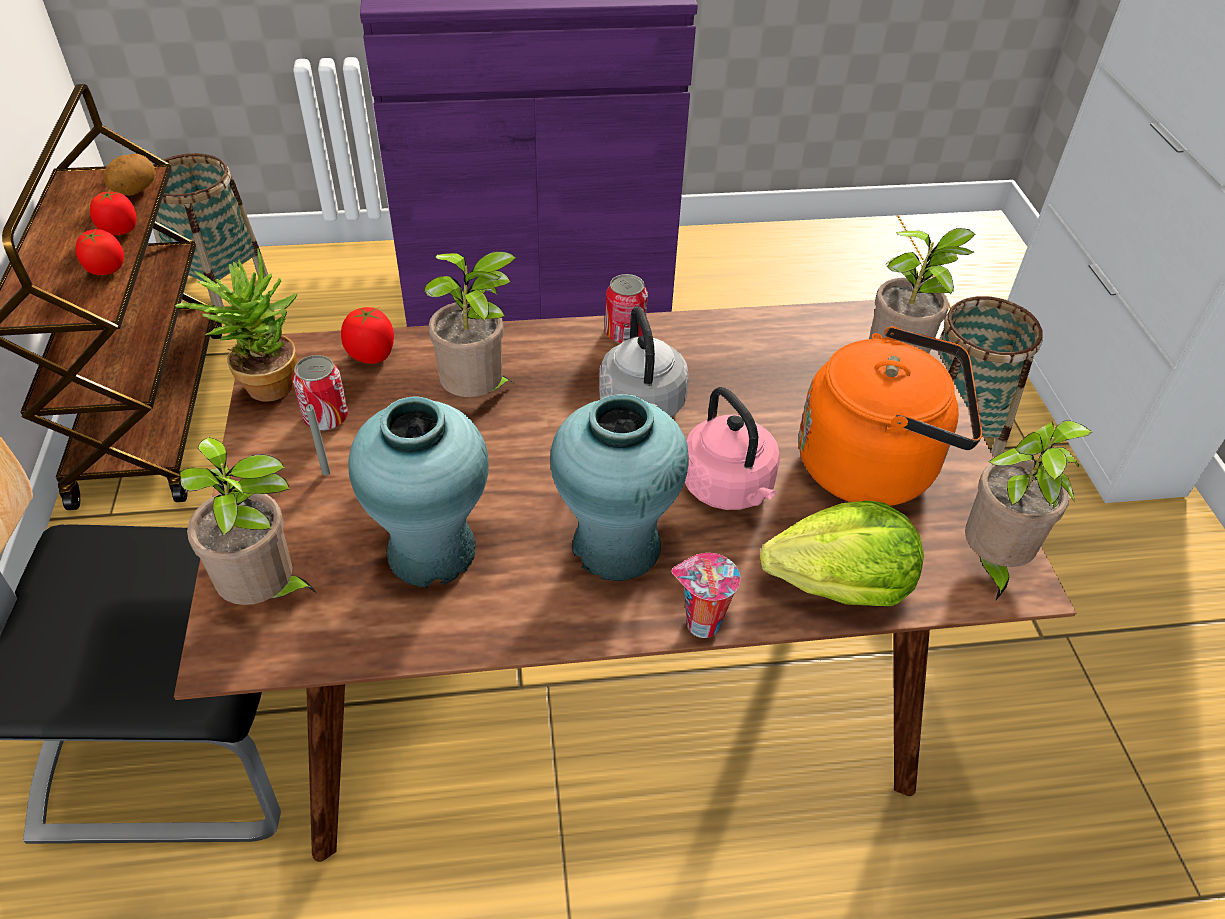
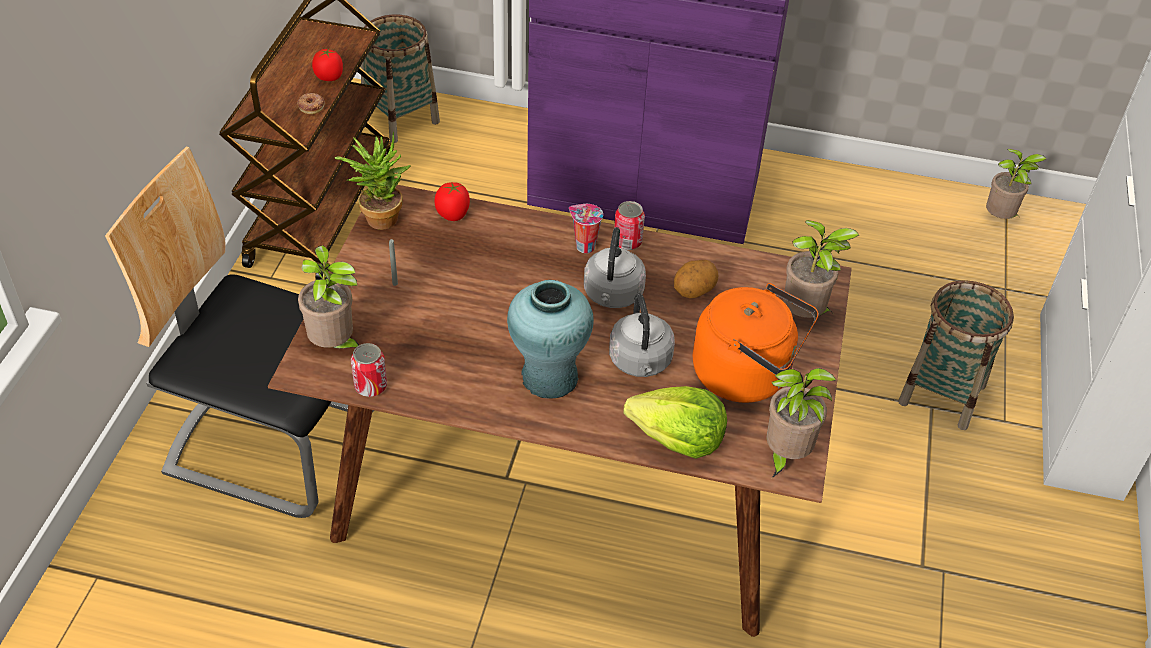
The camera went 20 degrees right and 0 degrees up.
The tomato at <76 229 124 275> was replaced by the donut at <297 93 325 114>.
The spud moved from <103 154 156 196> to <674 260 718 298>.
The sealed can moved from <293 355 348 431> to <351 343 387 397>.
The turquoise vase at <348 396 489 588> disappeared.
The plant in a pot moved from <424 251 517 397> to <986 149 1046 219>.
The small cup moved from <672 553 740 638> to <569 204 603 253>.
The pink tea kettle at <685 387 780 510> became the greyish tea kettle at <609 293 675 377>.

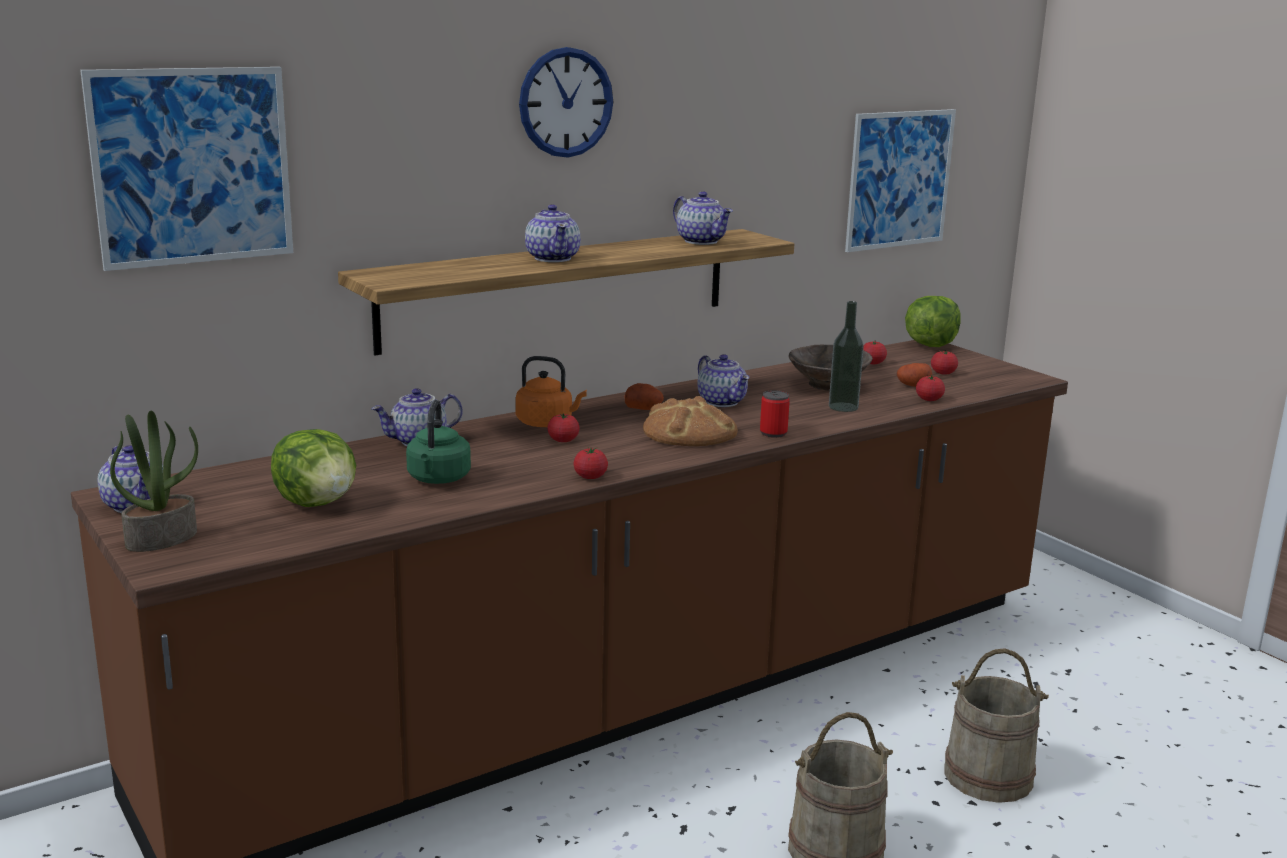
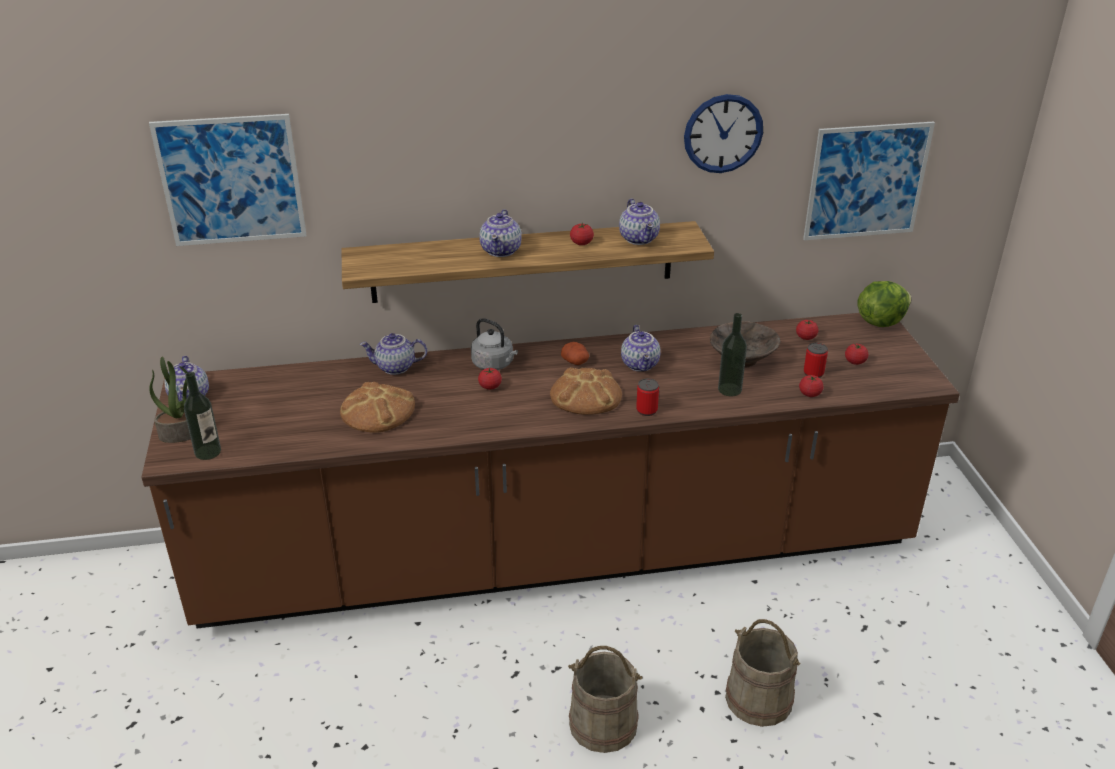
The camera went 25 degrees right and 15 degrees up.
The lettuce head at <271 429 356 507> disappeared.
The green tea kettle at <406 400 471 484> was replaced by the baked bread at <340 382 415 433>.
The orangey tea kettle at <515 356 587 427> became the greyish tea kettle at <471 318 518 370>.
The clock on the wall moved from <519 47 613 158> to <684 94 763 173>.
The tomato moved from <573 447 608 479> to <570 223 594 245>.
The spud at <897 363 933 387> was replaced by the sealed can at <804 343 828 378>.
The drink bottle at <184 372 221 460> appeared.

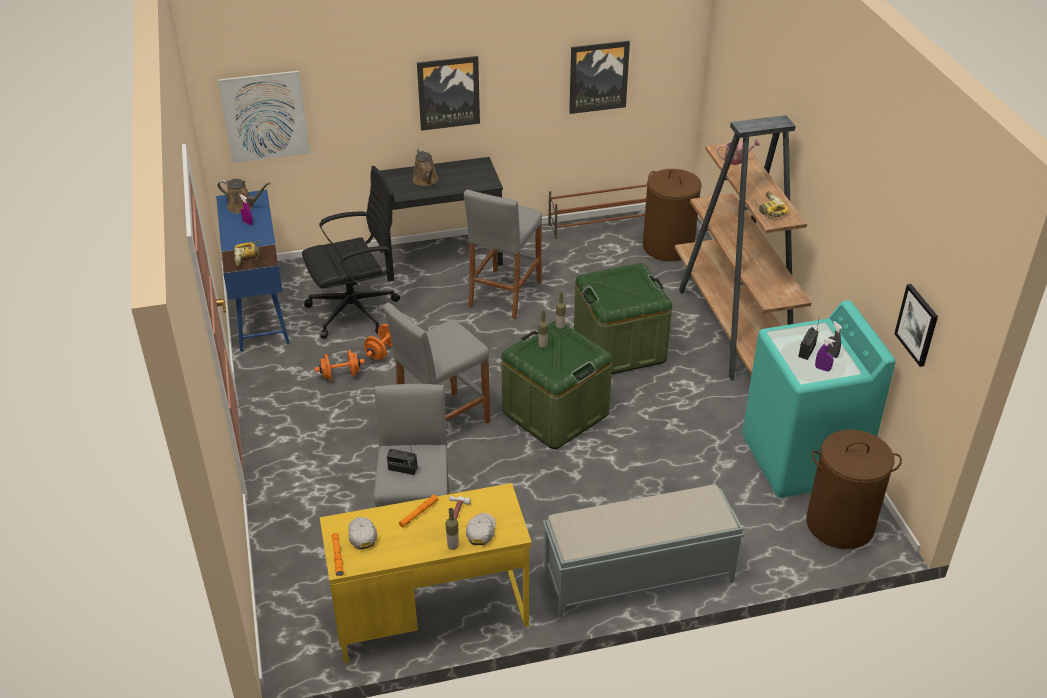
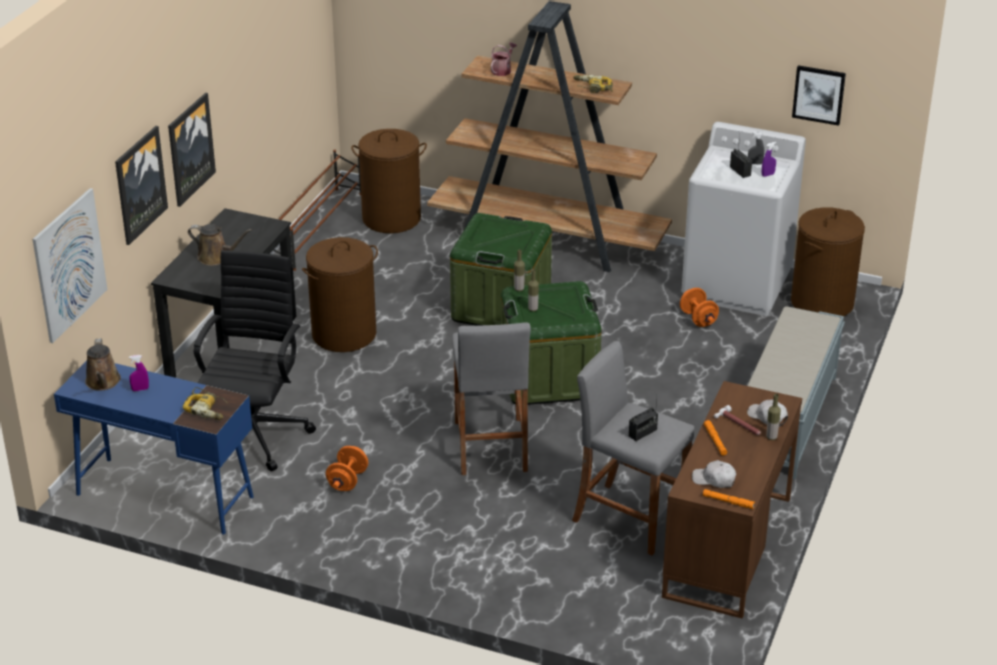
The camera went 55 degrees left and 5 degrees down.
The brown watering pot at <217 179 271 214> turned 120 degrees clockwise.
The yellow-coloured desk table at <320 483 532 663> became the brown desk table at <662 381 802 619>.
The orangey dumbbell moved from <364 324 393 360> to <680 288 719 327>.
The greyish sitting stool at <464 190 542 319> was replaced by the brown washing basket at <302 237 378 352>.
The picture moved from <569 41 630 114> to <115 126 168 245>.
The turquoise washing machine at <743 300 896 498> became the white-coloured washing machine at <682 122 806 316>.

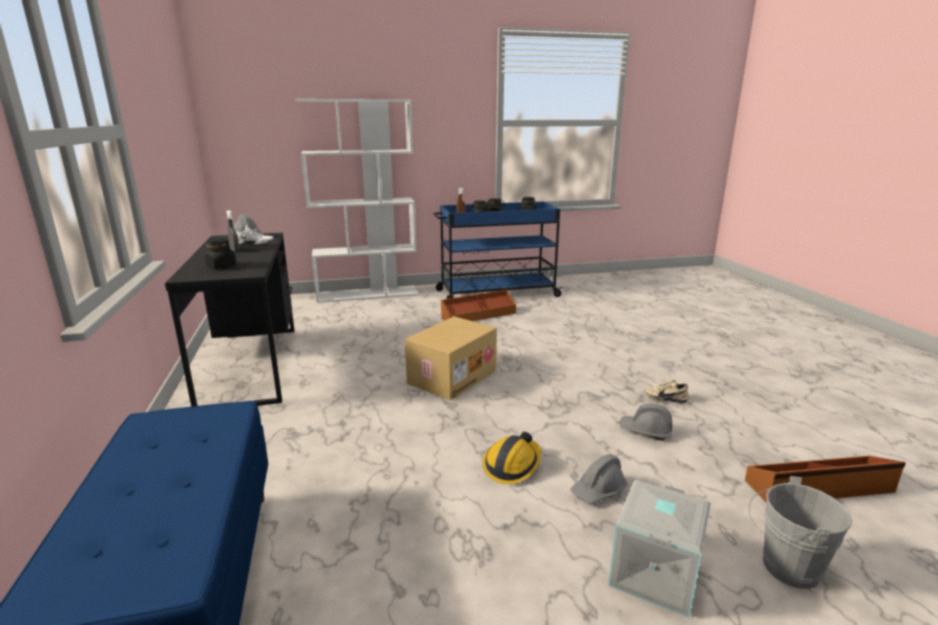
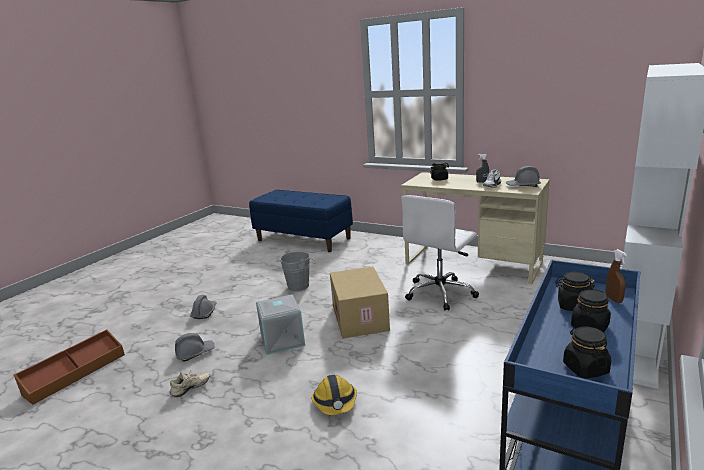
The camera went 135 degrees right and 0 degrees up.
The black-coloured desk table at <165 232 294 407> became the beige desk table at <401 172 550 284>.
The brown storage box at <441 290 516 321> disappeared.
The hard hat moved from <482 432 541 484> to <311 375 357 415>.
The greyish storage box moved from <609 480 711 617> to <256 294 305 355>.
The greyish water bucket moved from <749 476 852 589> to <280 250 313 291>.
The white-coloured office chair at <401 195 479 310> appeared.

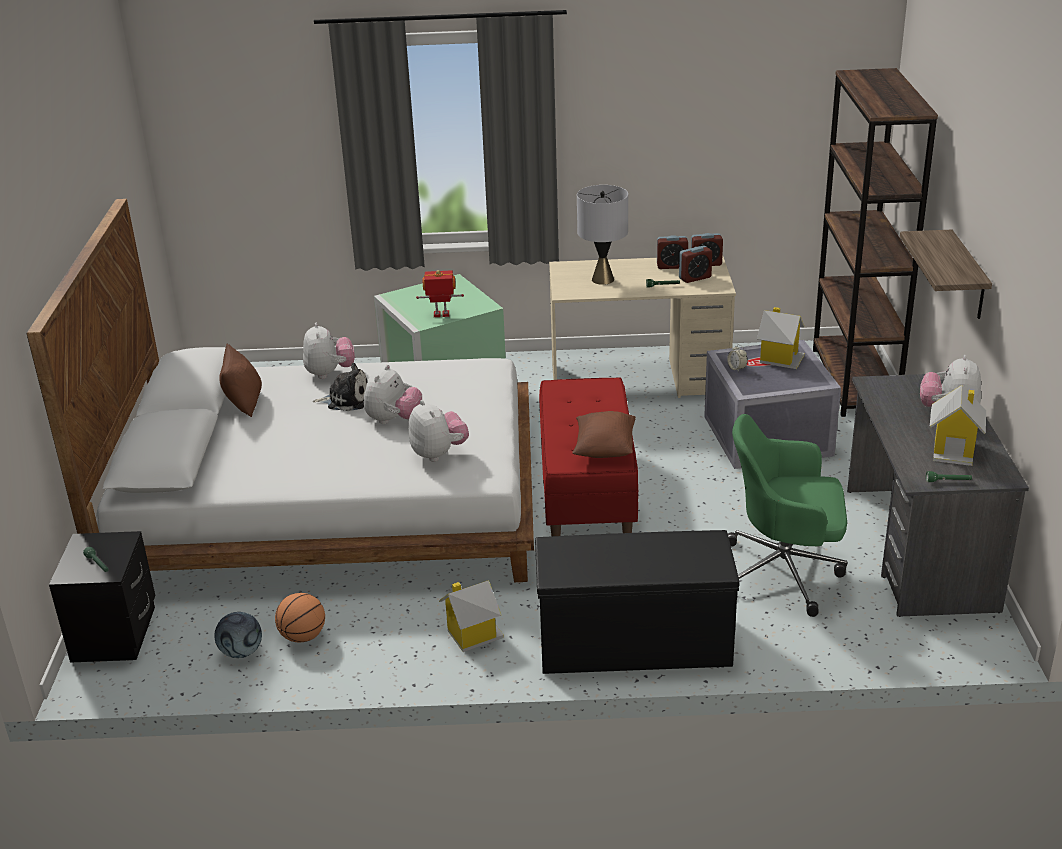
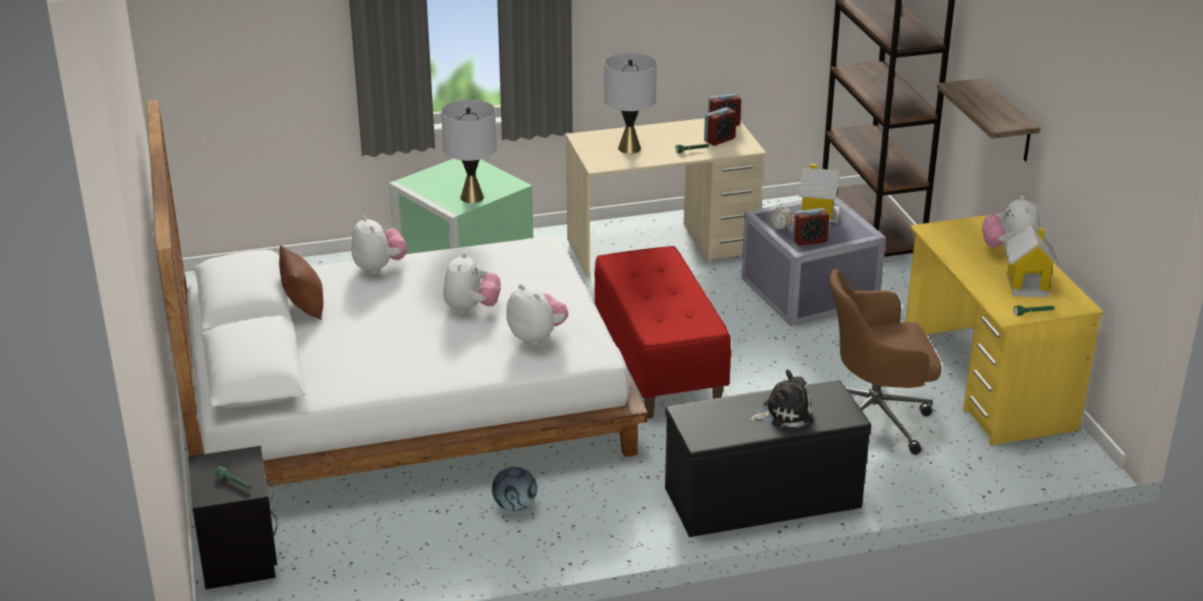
The camera went 15 degrees left and 0 degrees up.
The football ball moved from <214 612 262 658> to <492 467 537 512>.
The basketball ball at <275 593 325 642> disappeared.
The cuddly toy moved from <313 363 368 411> to <749 370 814 428>.
The robot figure at <416 270 464 317> was replaced by the greyish table lamp at <441 99 497 203>.
The model house at <439 580 504 652> disappeared.
The brown cushion at <572 411 636 458> disappeared.
The table clock moved from <657 235 688 269> to <793 208 829 246>.
The green office chair at <728 414 847 617> became the brown office chair at <830 269 942 455>.
The greyish desk table at <847 374 1029 617> became the yellow-coloured desk table at <905 214 1104 445>.

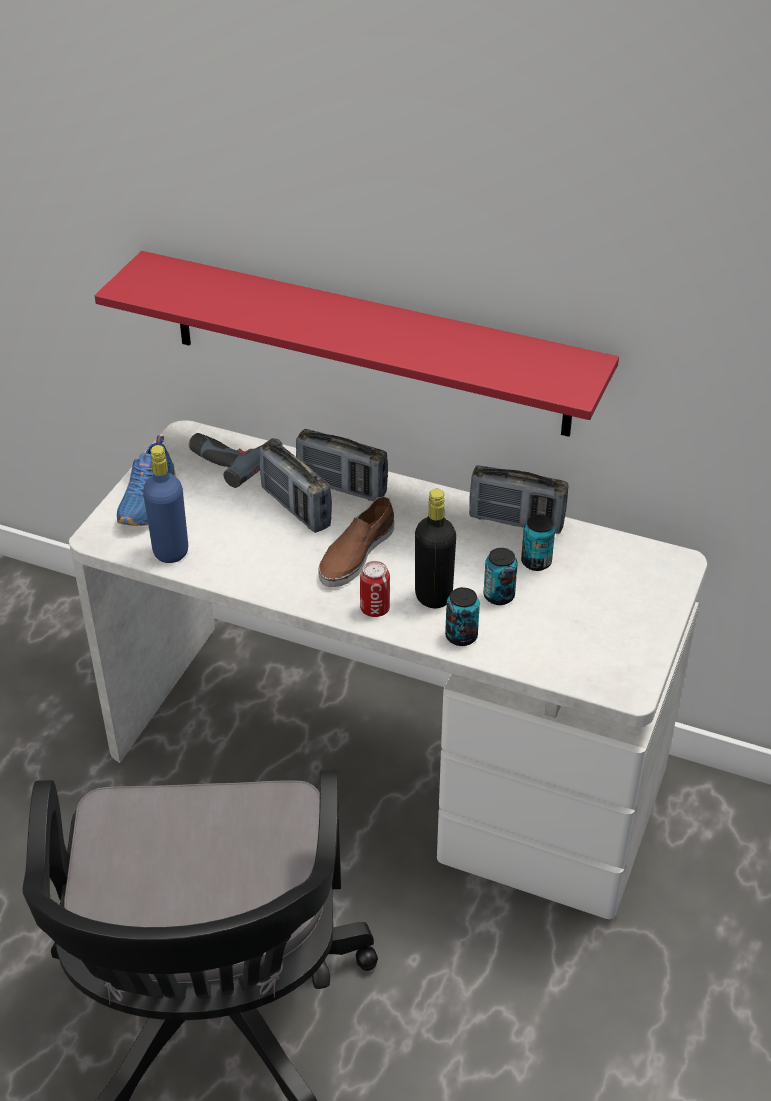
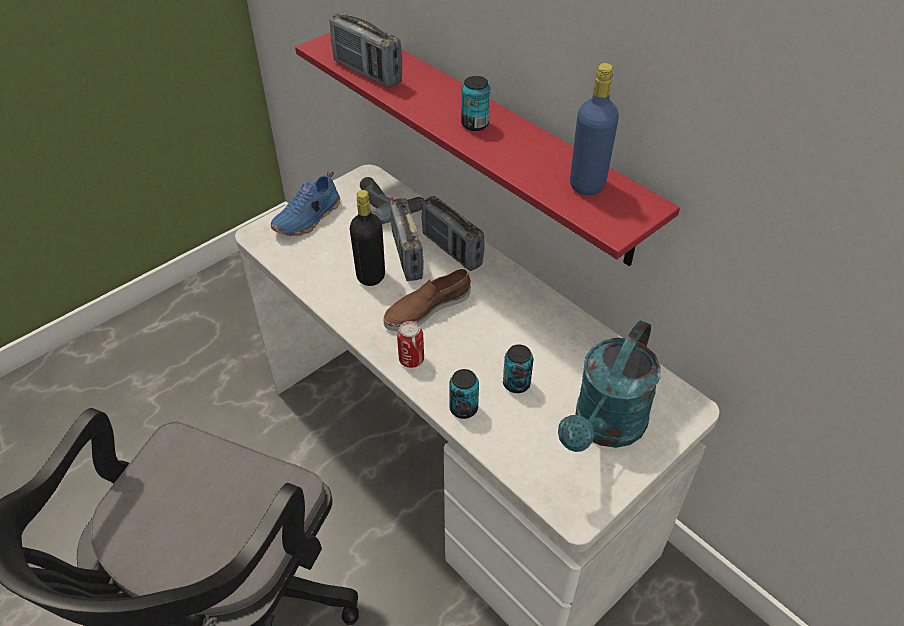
The camera went 25 degrees right and 5 degrees up.
The bluish drink bottle moved from <143 445 188 563> to <570 63 619 195>.
The black-coloured drink bottle moved from <415 489 456 608> to <350 190 385 286>.
The radio receiver moved from <469 465 568 534> to <329 13 402 88>.
The sealed can moved from <521 515 555 571> to <461 76 491 131>.
The turquoise watering pot at <558 320 661 452> appeared.

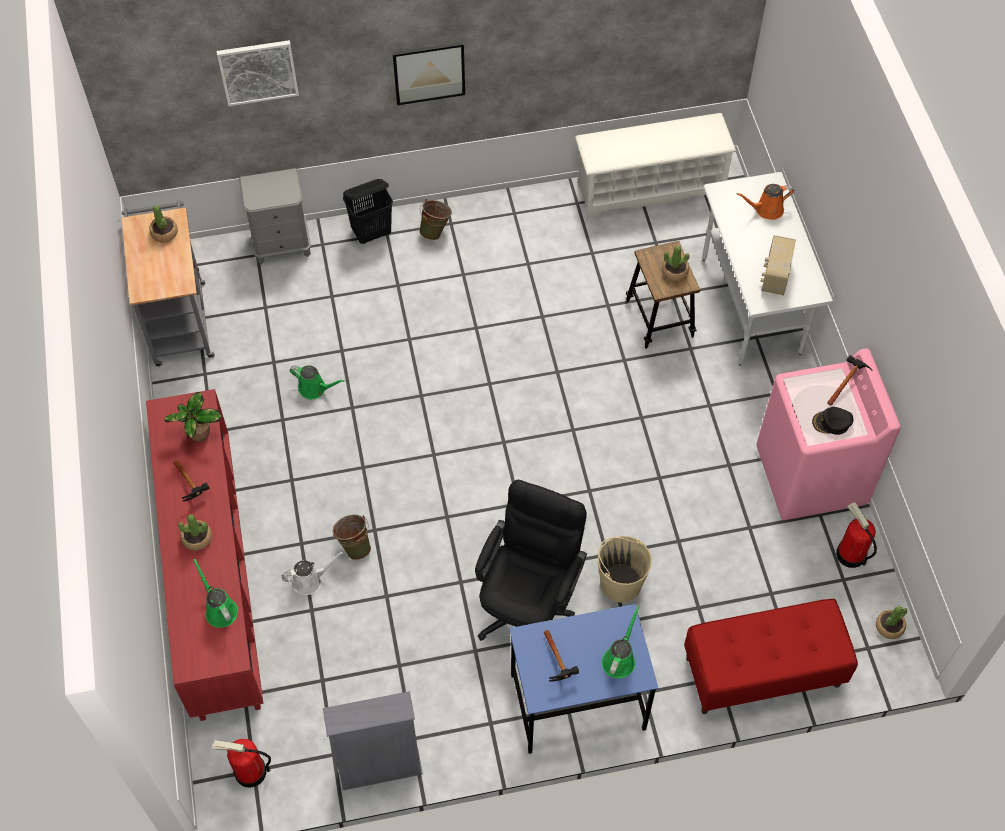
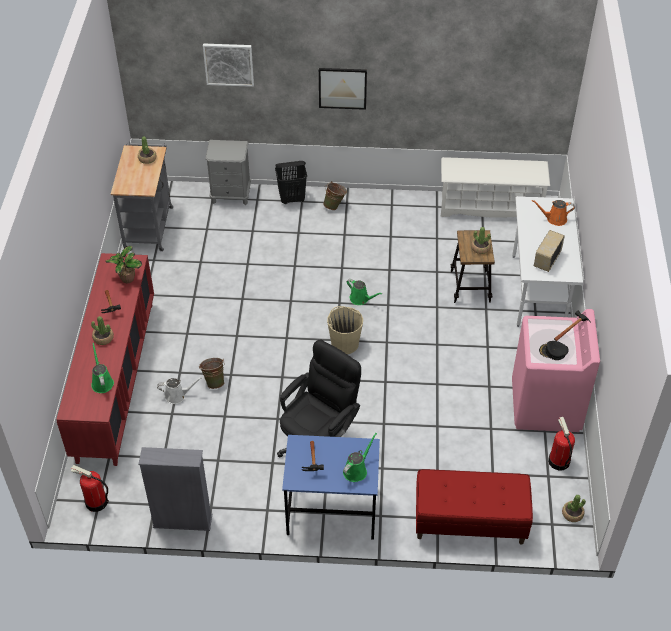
The camera went 15 degrees right and 10 degrees down.
The green watering pot moved from <289 365 345 399> to <347 279 383 305>.
The beige water bucket moved from <598 536 652 603> to <327 306 363 354>.

